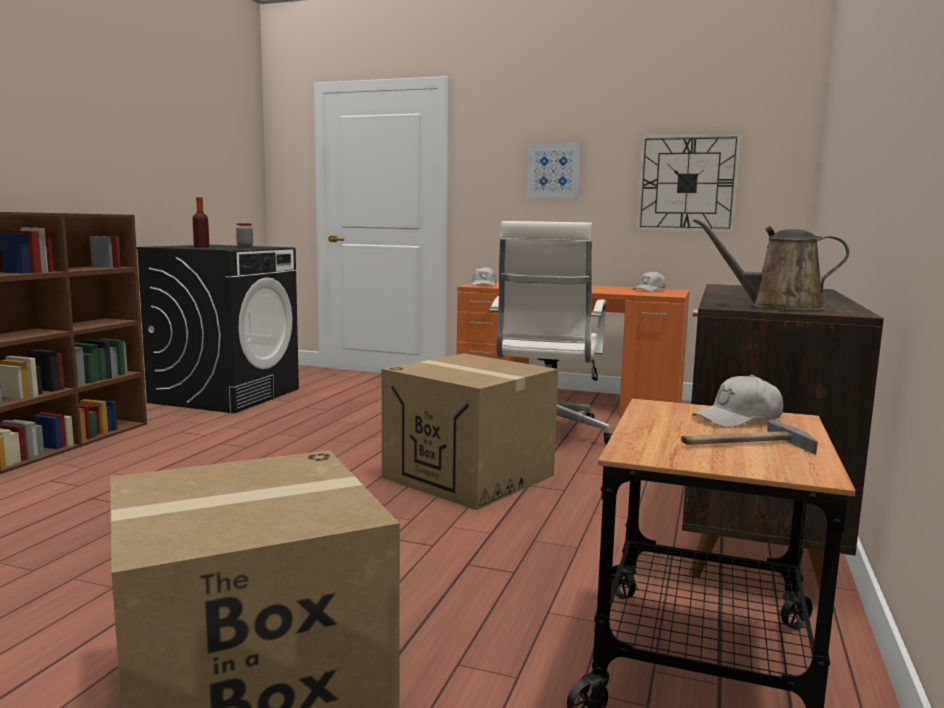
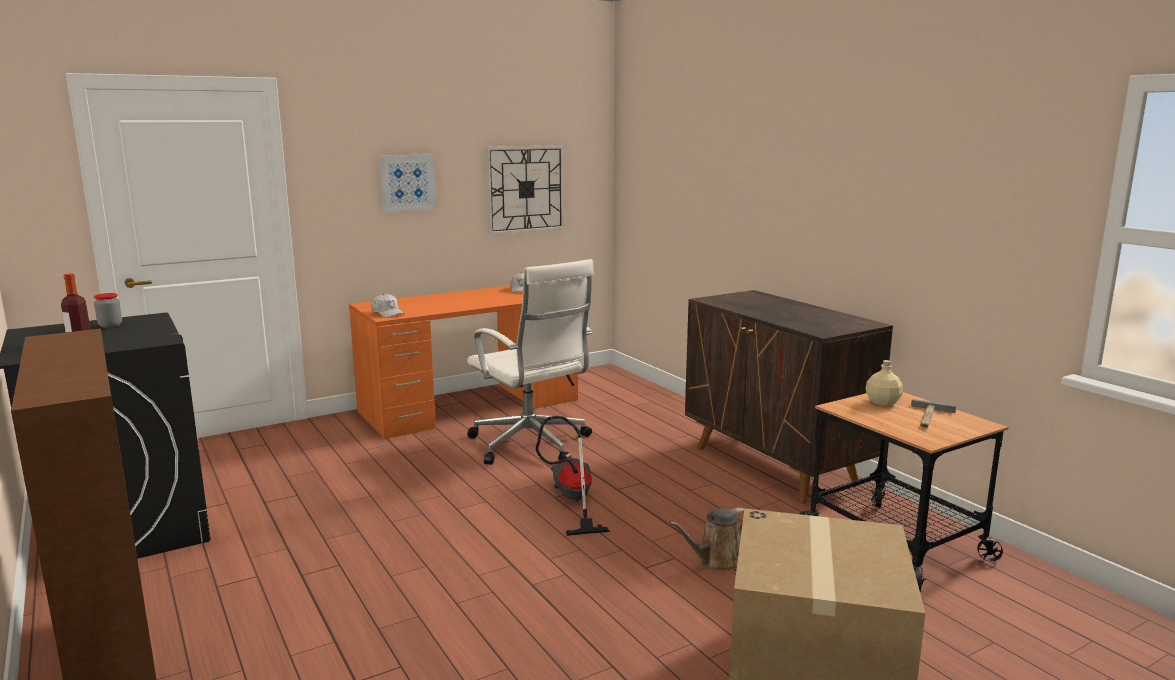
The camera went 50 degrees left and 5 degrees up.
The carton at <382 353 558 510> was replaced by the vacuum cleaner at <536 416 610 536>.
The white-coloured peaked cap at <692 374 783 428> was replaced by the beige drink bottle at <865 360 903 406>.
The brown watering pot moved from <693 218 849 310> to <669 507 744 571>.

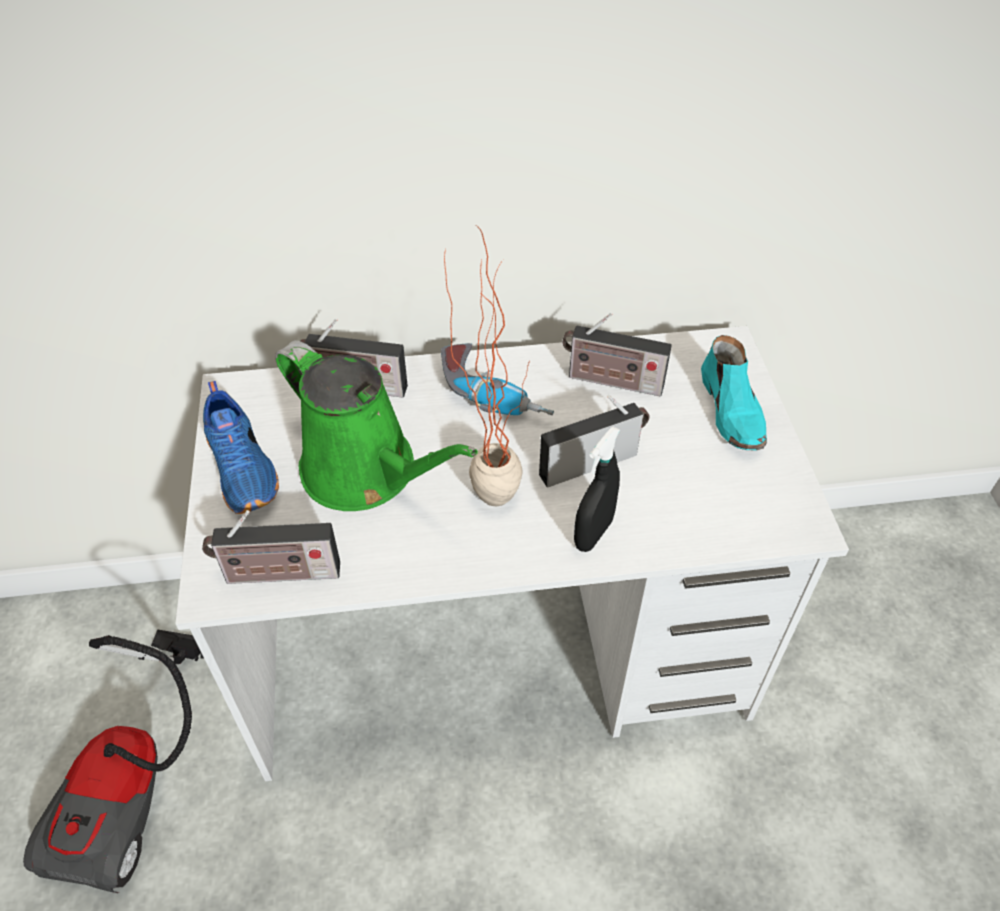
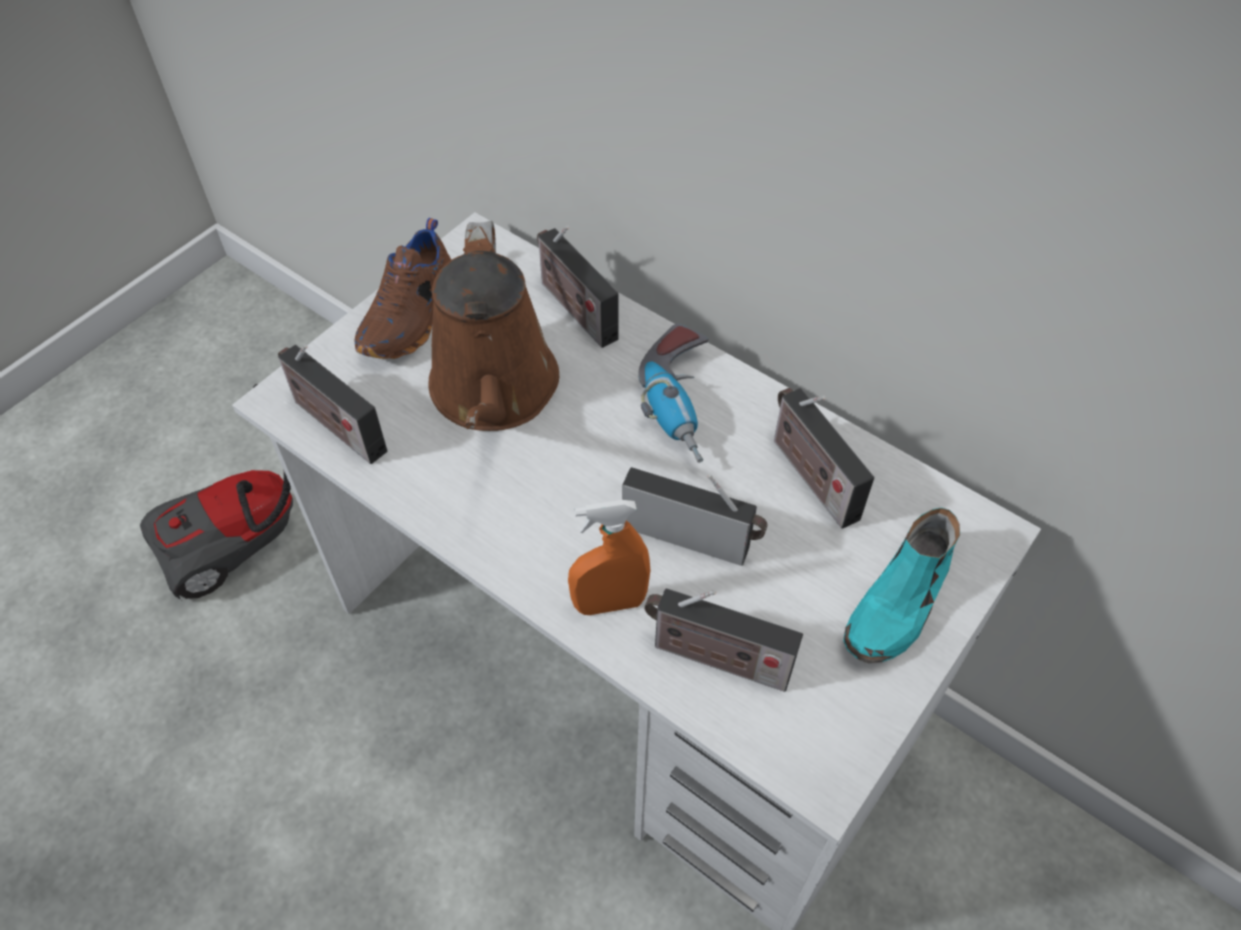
The camera went 45 degrees right and 5 degrees up.
The bluish item of footwear at <203 381 279 514> became the brown item of footwear at <354 218 451 359>.
The green watering pot at <275 340 478 511> became the brown watering pot at <428 221 559 431>.
The plant in a pot at <444 226 529 506> disappeared.
The black-coloured hand sprayer at <574 427 620 552> became the orangey hand sprayer at <568 500 651 615>.
The radio receiver at <644 588 803 692> appeared.

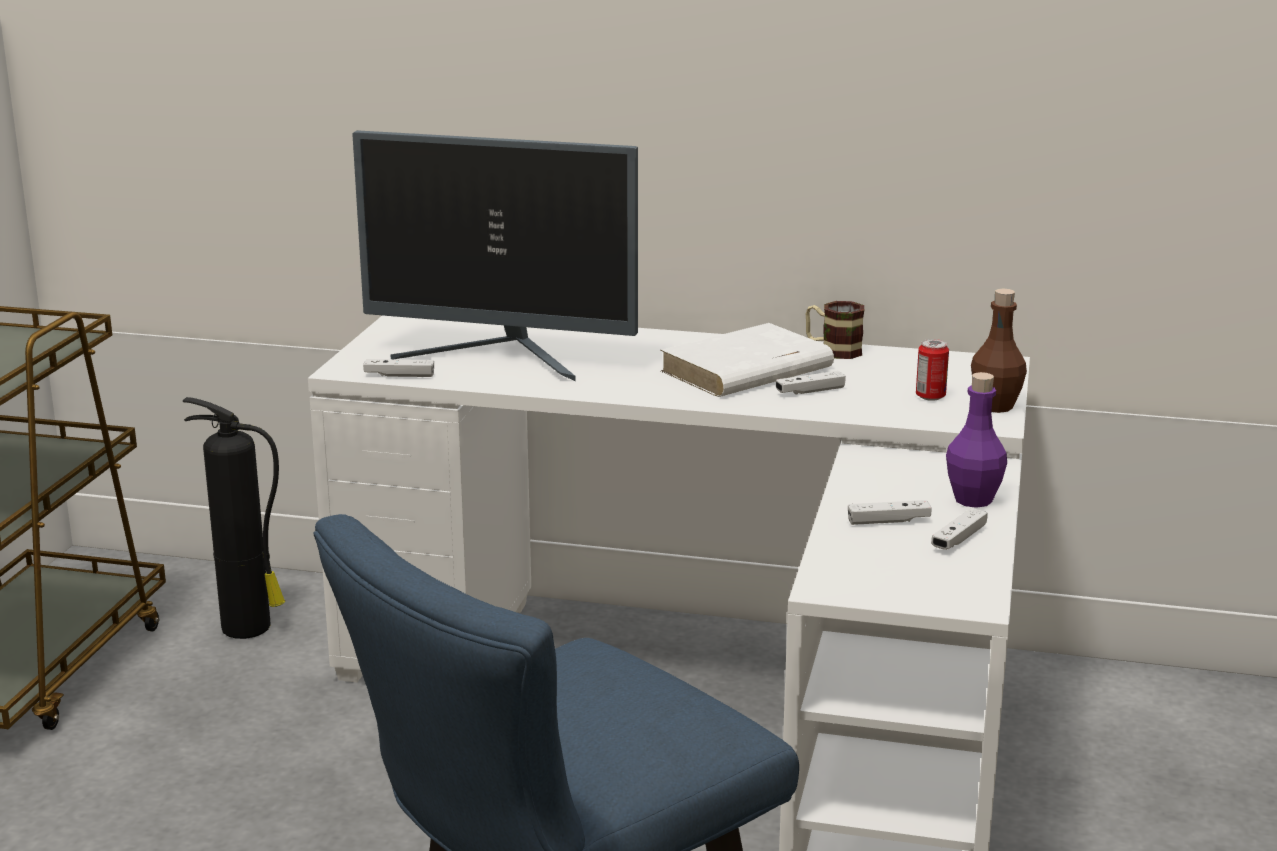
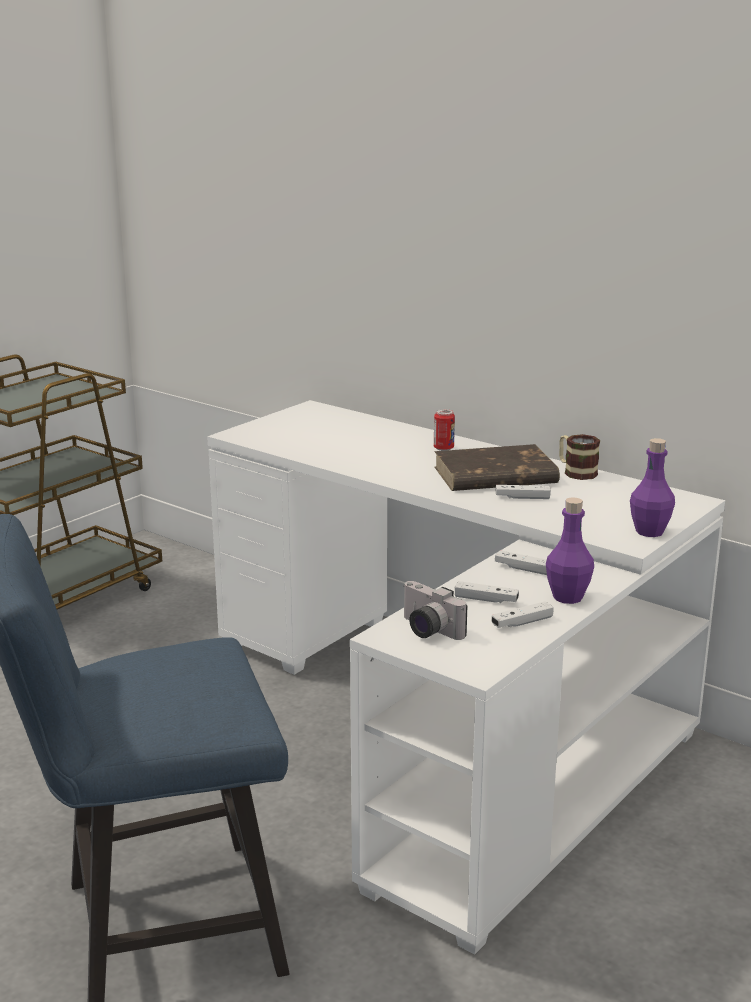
The camera went 25 degrees right and 0 degrees up.
The fire-fighting cylinder at <183 397 285 639> disappeared.
The monitor at <352 130 638 381> disappeared.
The white-coloured game controller moved from <363 359 434 377> to <495 550 547 575>.
The white-coloured volume at <660 323 834 397> became the brown volume at <434 444 560 491>.
The sealed can moved from <916 339 949 401> to <434 409 455 451>.
The brown drink bottle at <971 288 1027 413> became the purplish drink bottle at <630 438 675 537>.
The photo camera at <403 581 467 640> appeared.

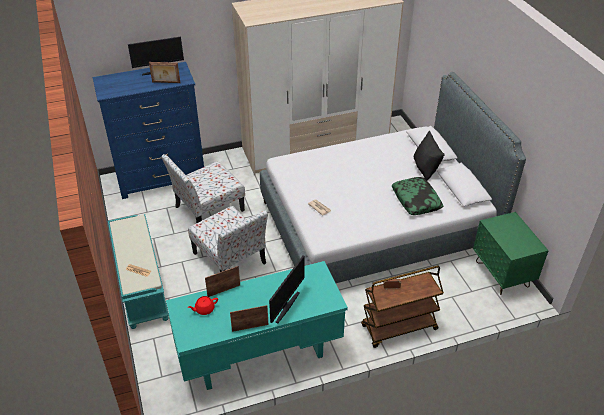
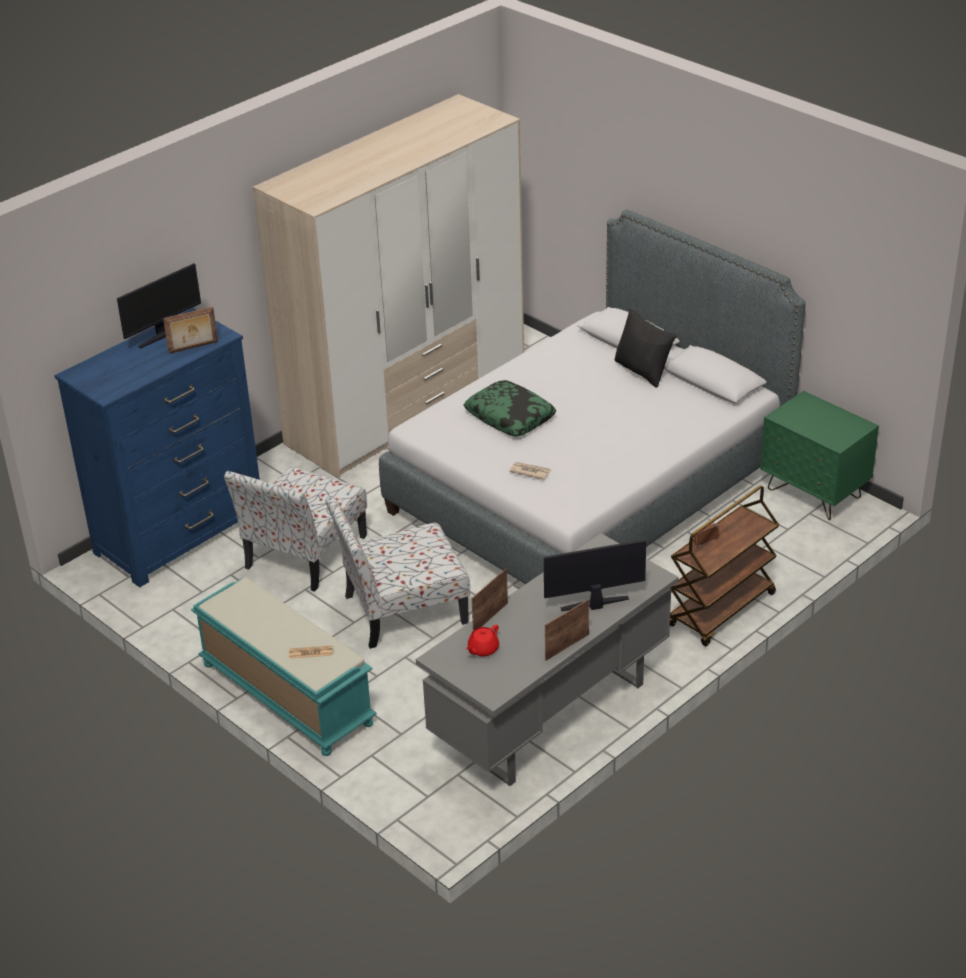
The camera went 25 degrees left and 5 degrees down.
The turquoise desk table at <166 261 348 390> became the greyish desk table at <416 533 679 786>.
The chair at <188 206 268 272> turned 135 degrees clockwise.
The monitor at <269 255 305 323> turned 105 degrees counterclockwise.
The cushion moved from <391 177 443 215> to <464 380 556 436>.

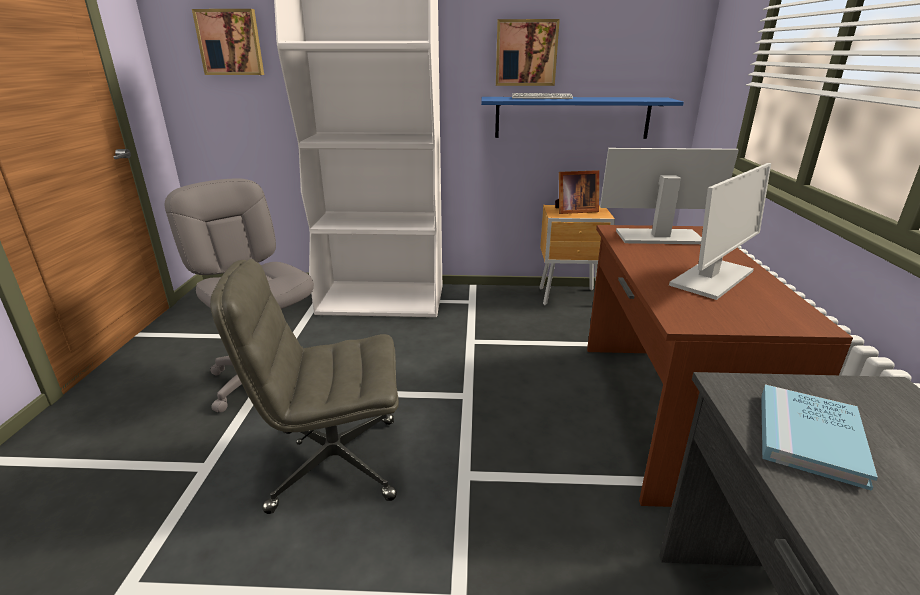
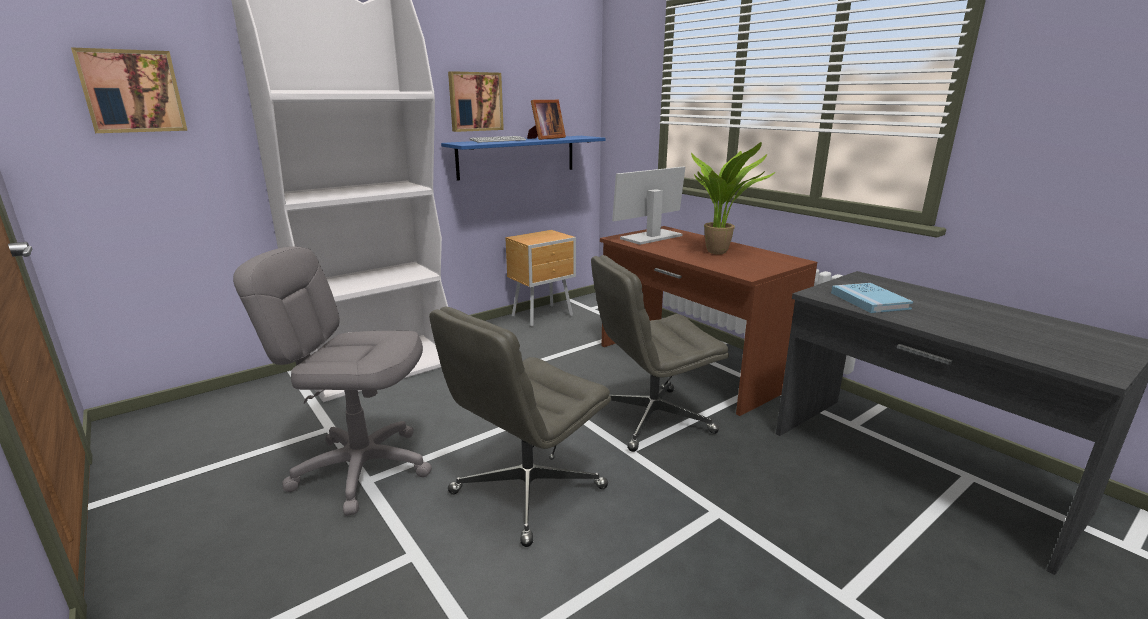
The camera went 40 degrees left and 5 degrees down.
The picture frame moved from <555 170 599 214> to <527 100 566 140>.
The monitor at <669 163 771 300> was replaced by the plant in a pot at <691 142 775 254>.
The greyish office chair at <591 255 729 452> appeared.

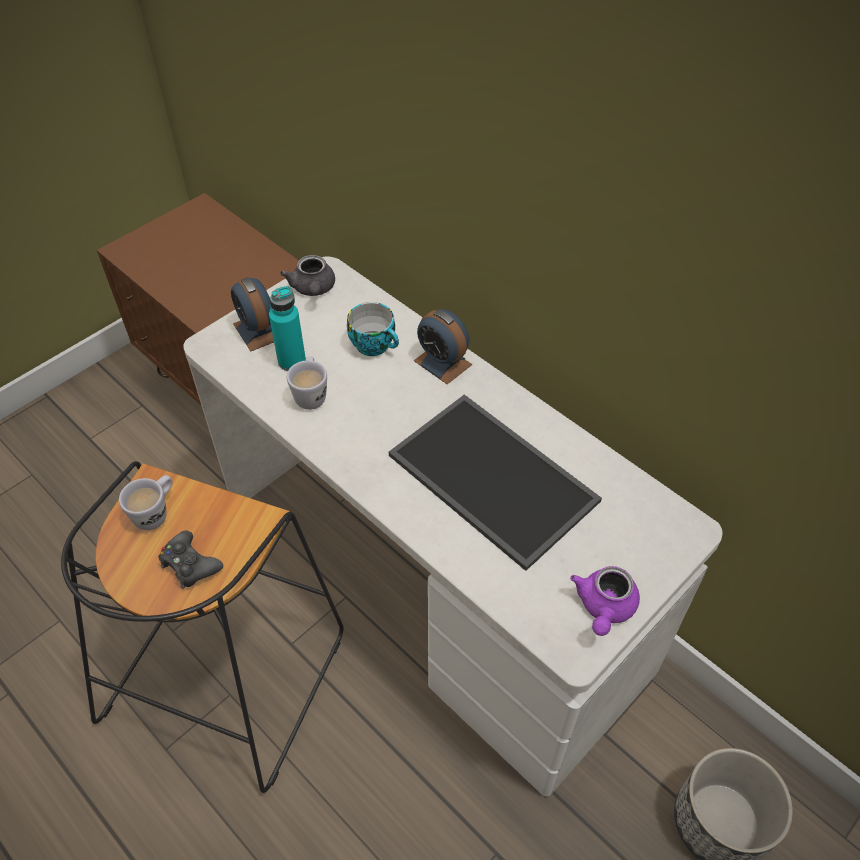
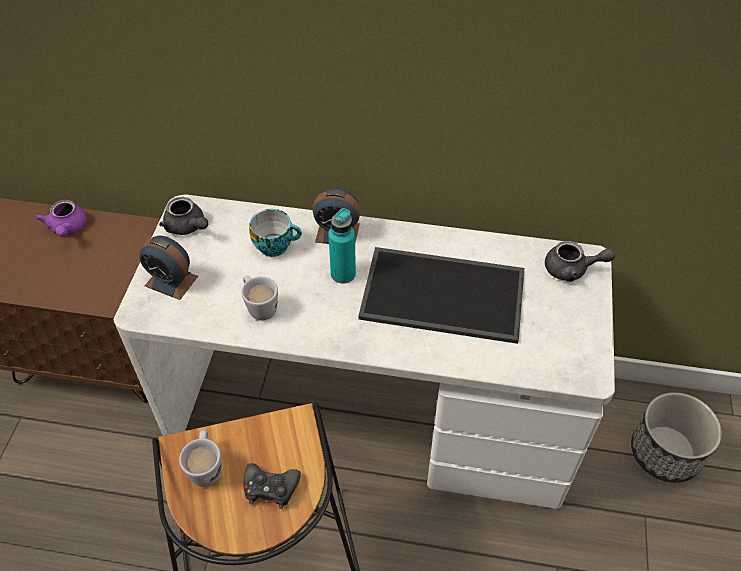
The camera went 35 degrees left and 0 degrees up.
The turquoise drink bottle moved from <269 286 306 371> to <328 208 356 284>.
The purplish pot for tea moved from <570 566 640 636> to <35 200 87 237>.
The greyish pot for tea at <545 241 615 282> appeared.

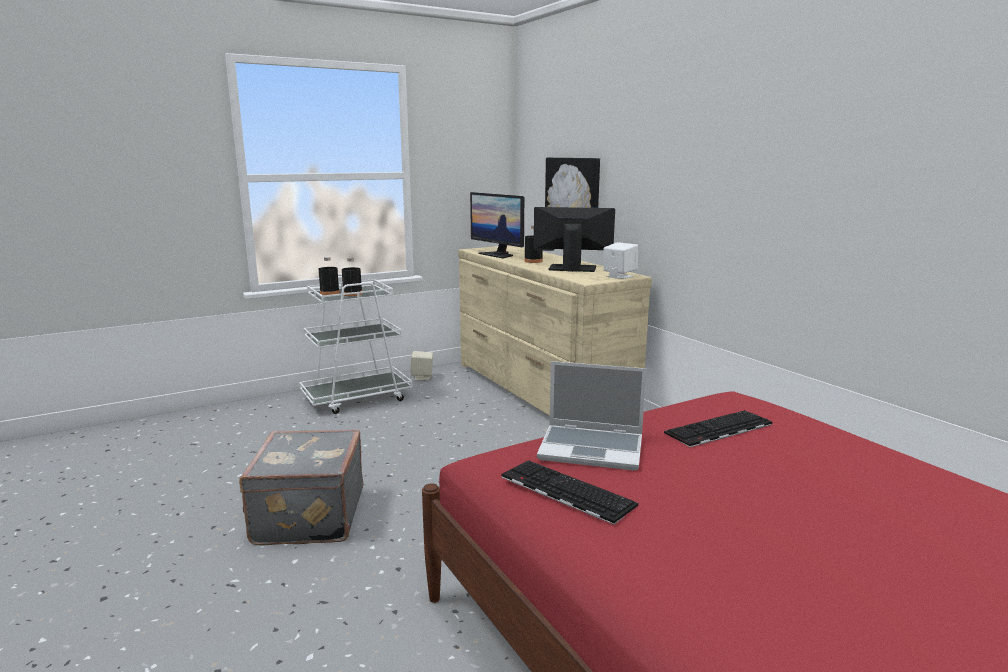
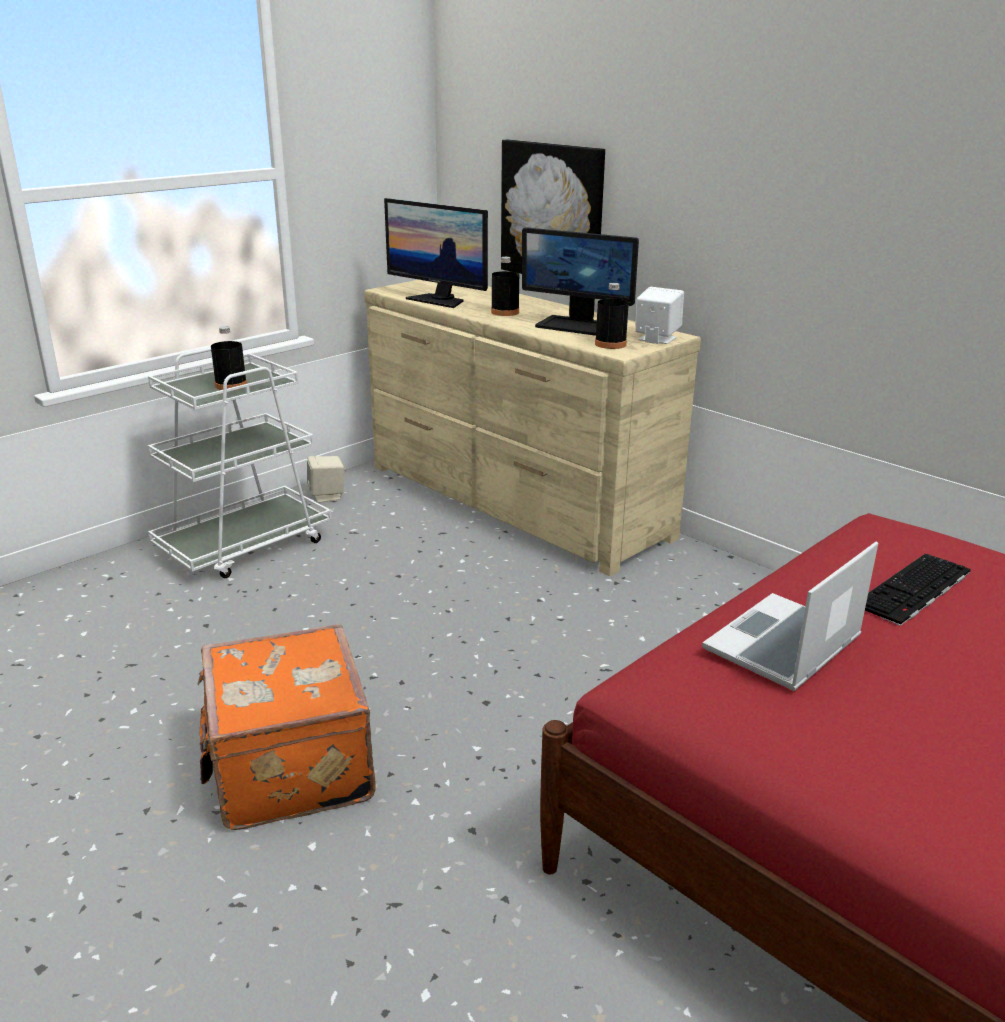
The camera went 15 degrees left and 10 degrees up.
The greyish suitcase at <239 429 363 546> became the orangey suitcase at <198 624 375 830>.
The black-coloured drink bottle moved from <319 257 340 295> to <595 283 629 349>.
The computer keyboard at <502 460 638 525> disappeared.
The monitor at <534 207 615 272> turned 150 degrees counterclockwise.
The portable computer at <537 361 646 471> turned 135 degrees clockwise.

